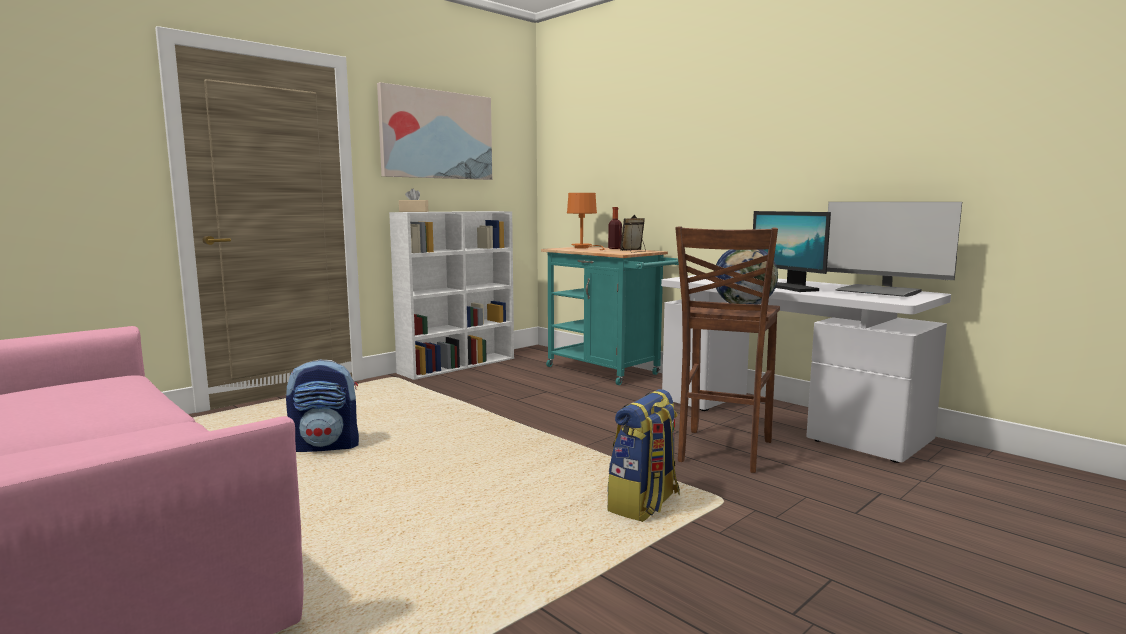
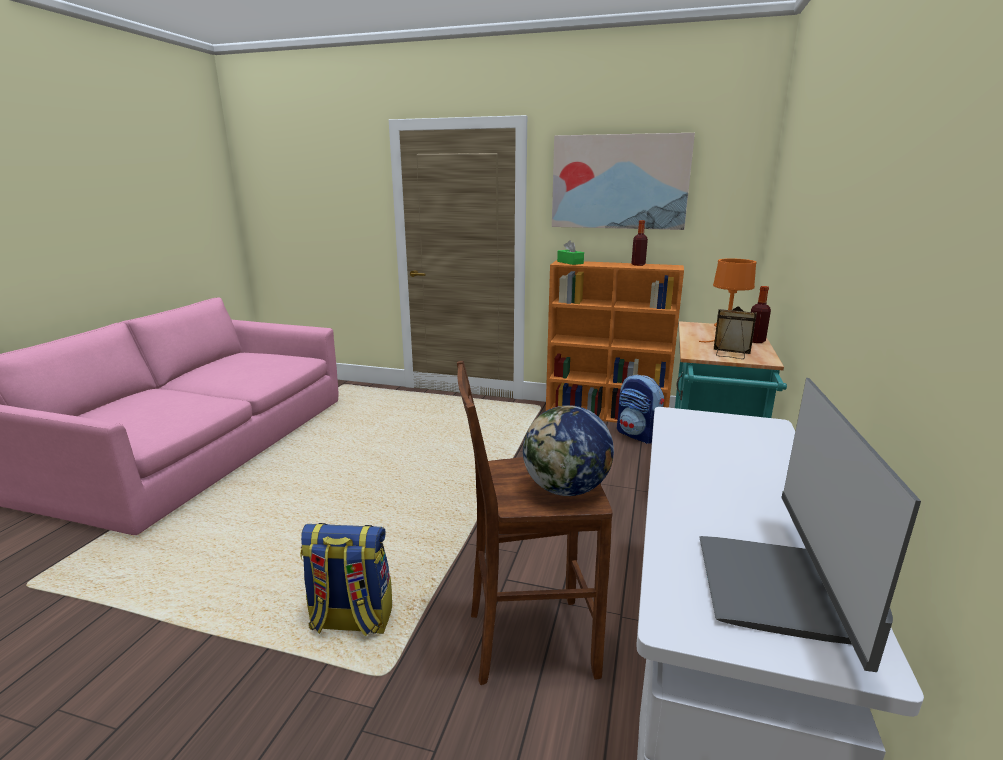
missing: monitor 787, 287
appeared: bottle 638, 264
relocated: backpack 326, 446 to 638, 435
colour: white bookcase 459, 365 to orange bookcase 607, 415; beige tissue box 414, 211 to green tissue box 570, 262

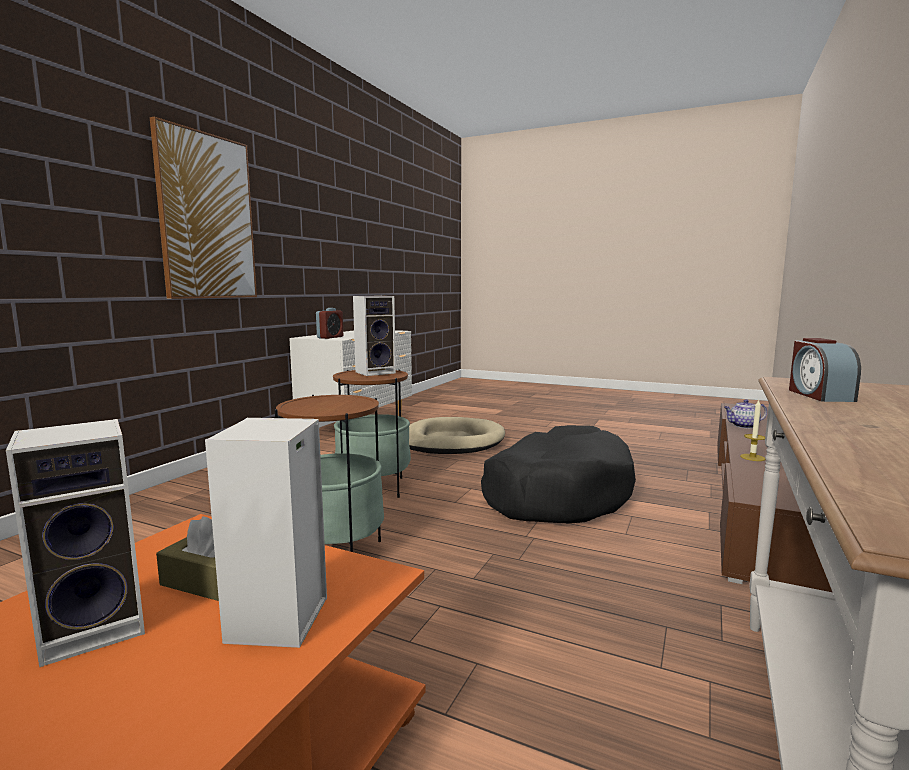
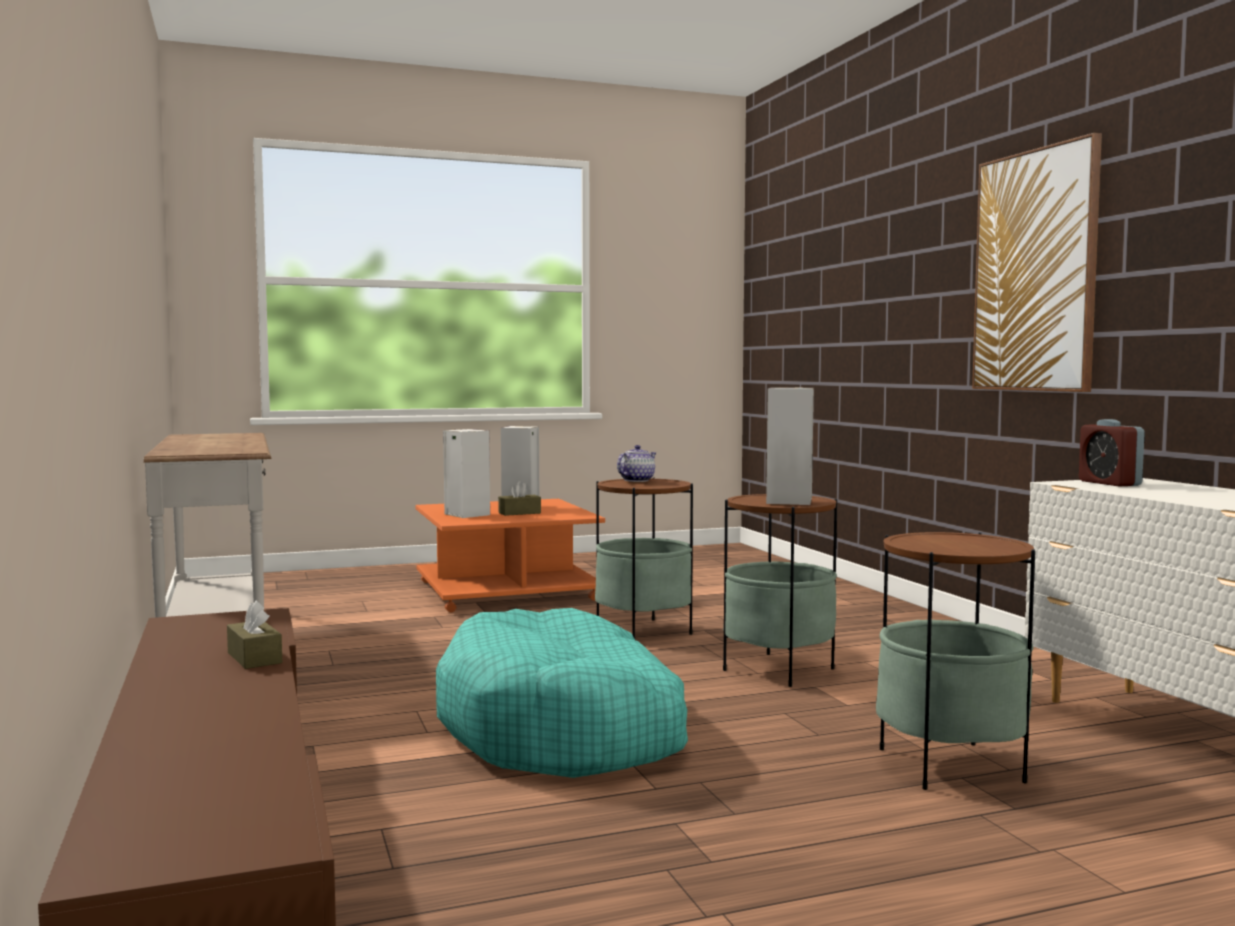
missing: alarm clock 818, 395
relocated: teapot 743, 426 to 637, 480
exchanged: beige dog bed 450, 441 to side table 950, 765; candle 752, 457 to brown tissue box 254, 658
colour: black dog bed 556, 494 to turquoise dog bed 564, 729

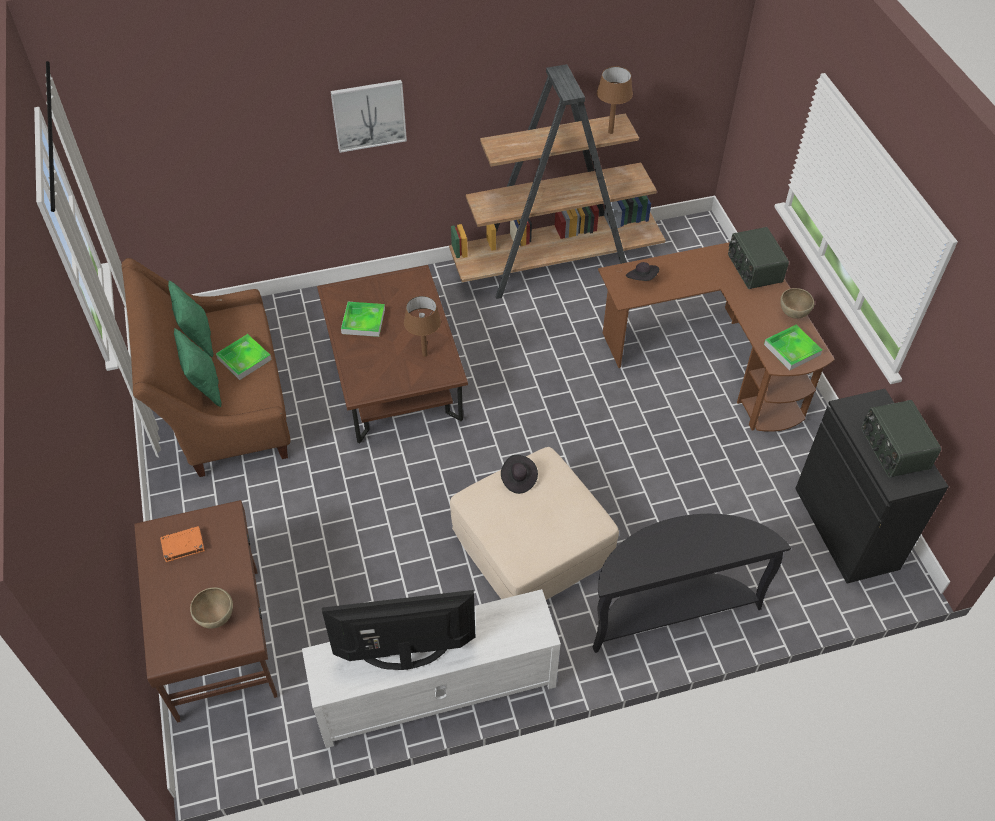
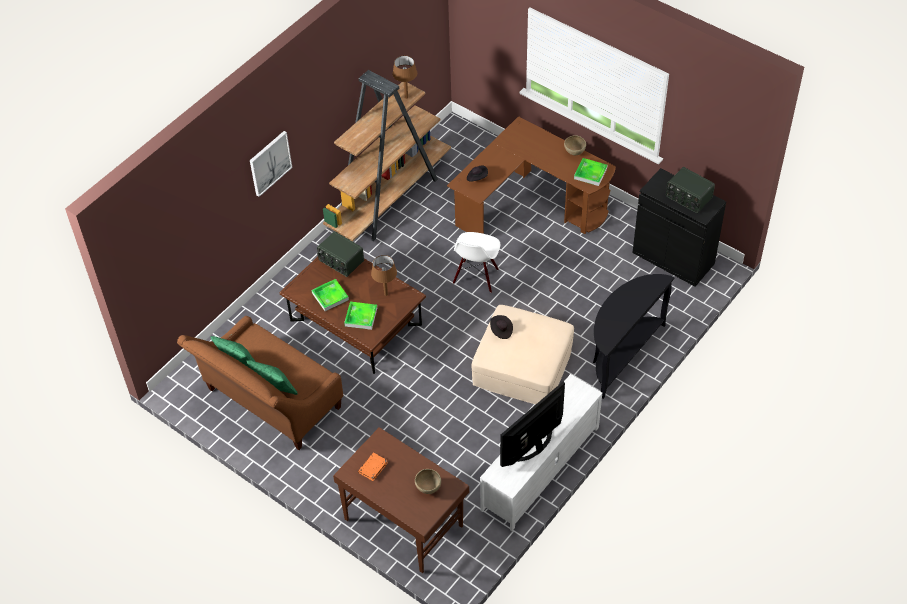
appeared: white chair 476, 277
relocated: tray 244, 359 to 361, 317; radio 753, 269 to 341, 261

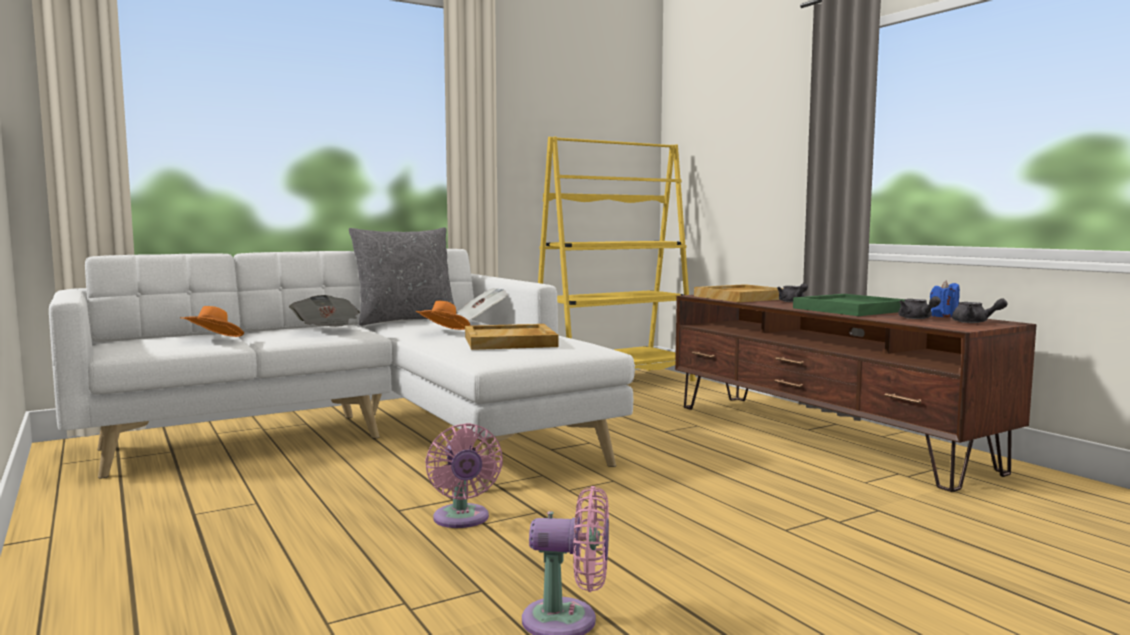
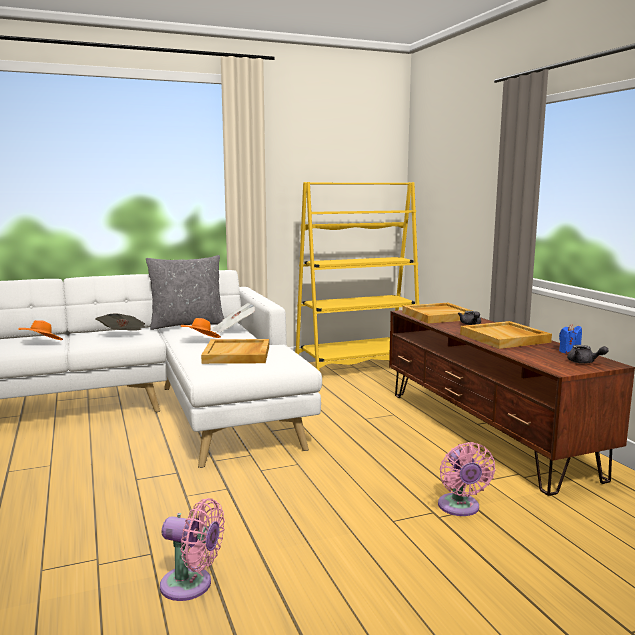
missing: grey teapot 917, 318
relocated: pink fan 462, 520 to 460, 508
colour: green tray 851, 309 to beige tray 505, 338

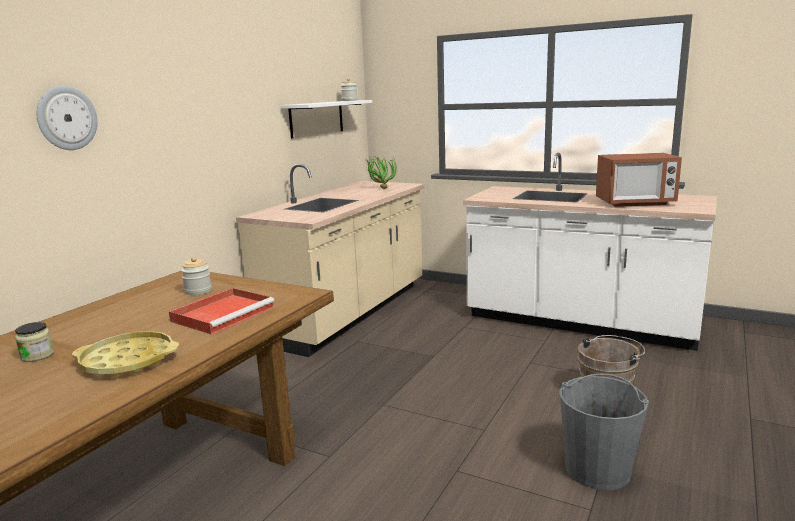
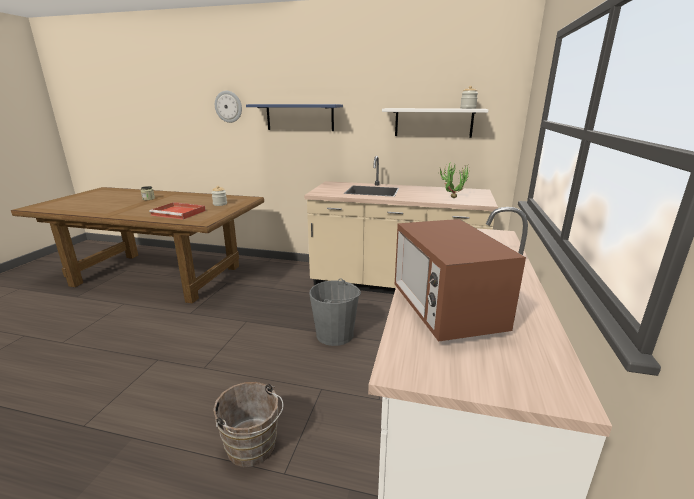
missing: yellow tray 128, 361
appeared: blue shelf 300, 117
relocated: grey bucket 598, 469 to 335, 334

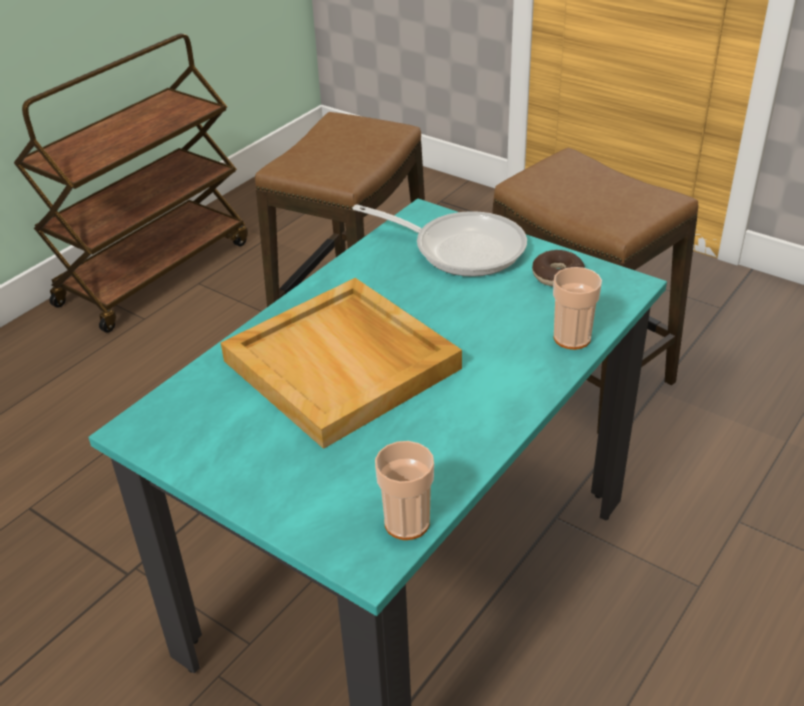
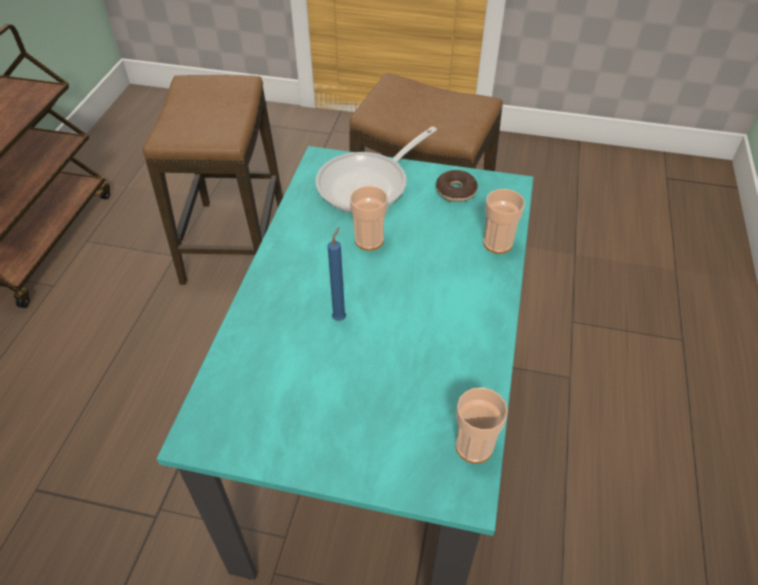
appeared: cup 369, 240
exchanged: beige tray 344, 365 to blue candle 340, 317
spun: frying pan 460, 248 = 369, 184 135 degrees clockwise

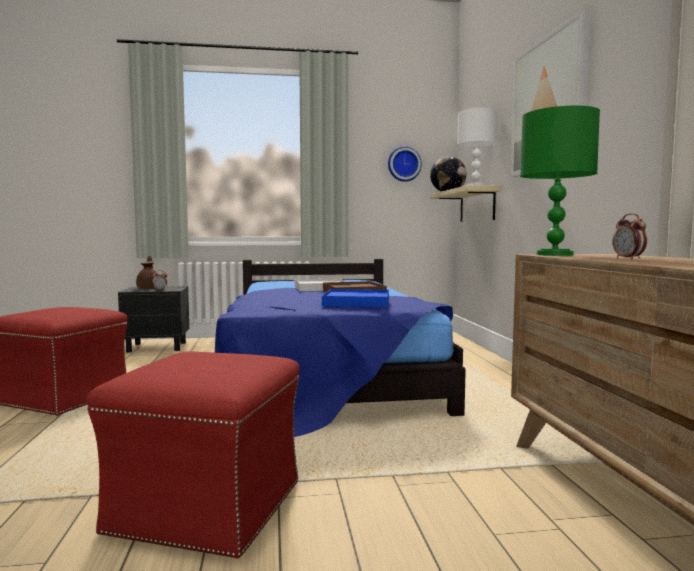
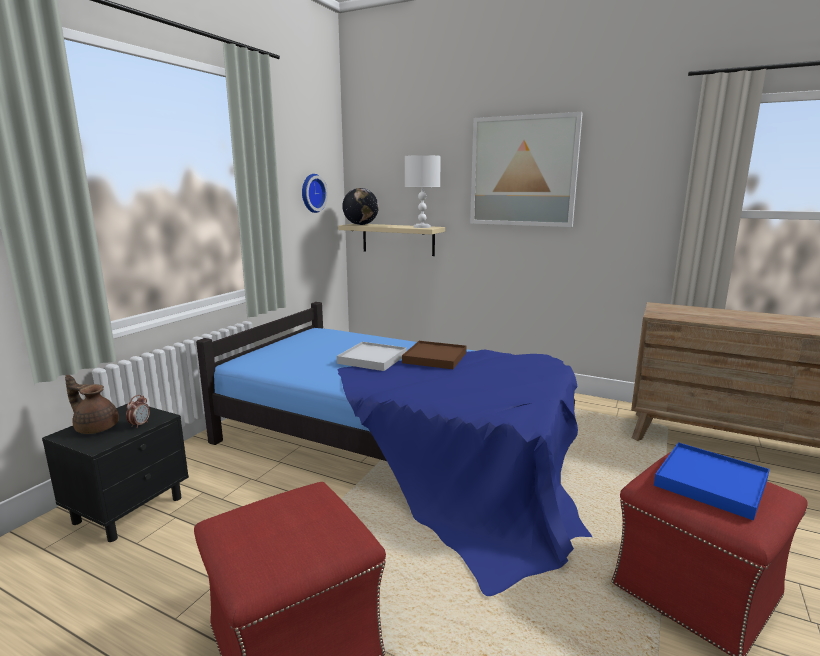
missing: green table lamp 554, 255; alarm clock 628, 259
relocated: blue tray 356, 302 to 710, 483

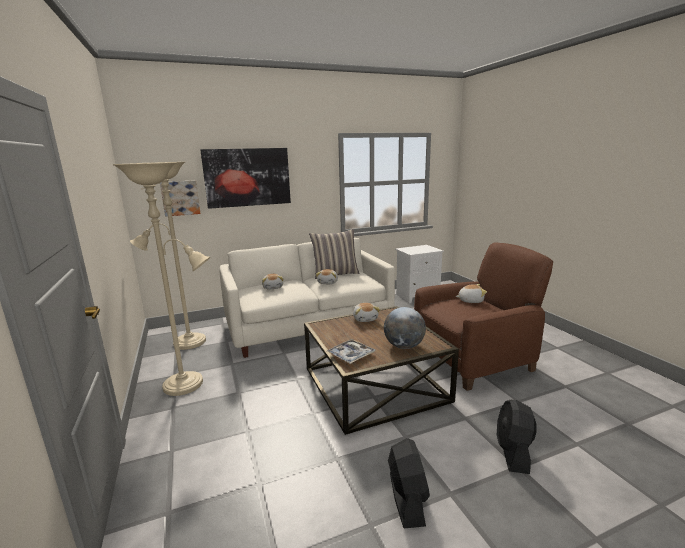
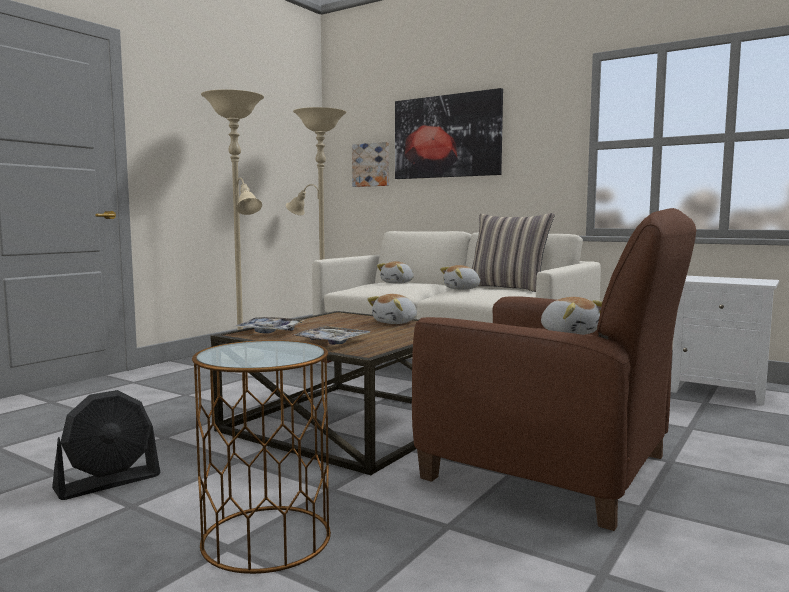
exchanged: globe 404, 346 to tray 332, 342; black fan 513, 452 to brown side table 266, 538

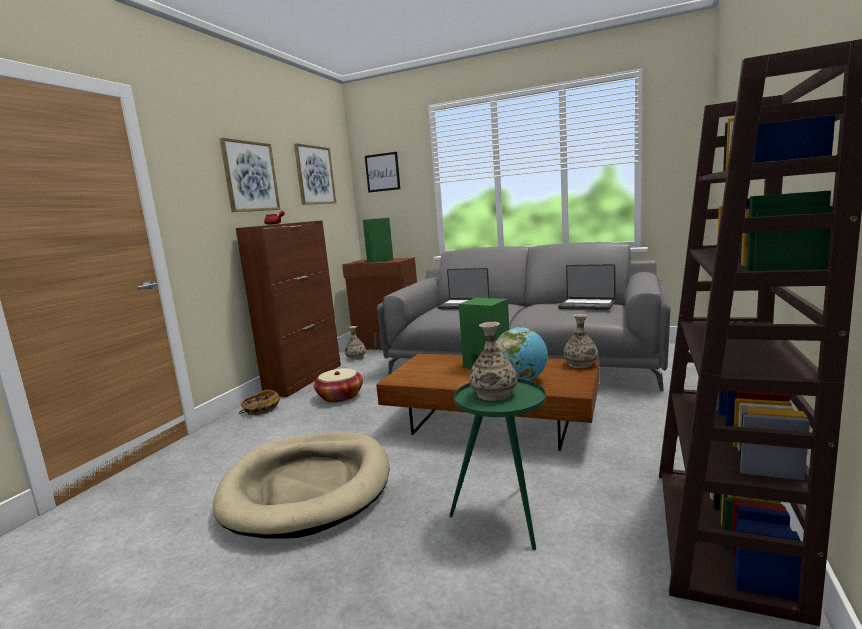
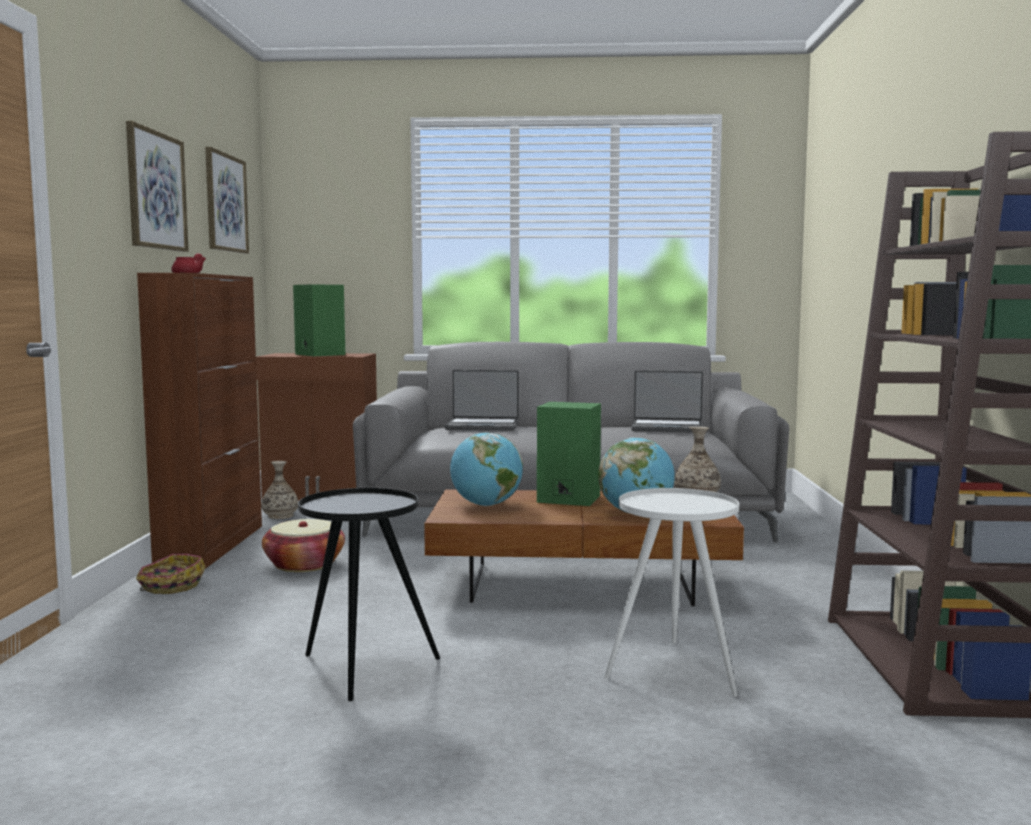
missing: picture 382, 172; vase 493, 394
appeared: globe 486, 505
exchanged: beige dog bed 307, 487 to black side table 363, 668
colour: green side table 506, 513 to white side table 674, 668

